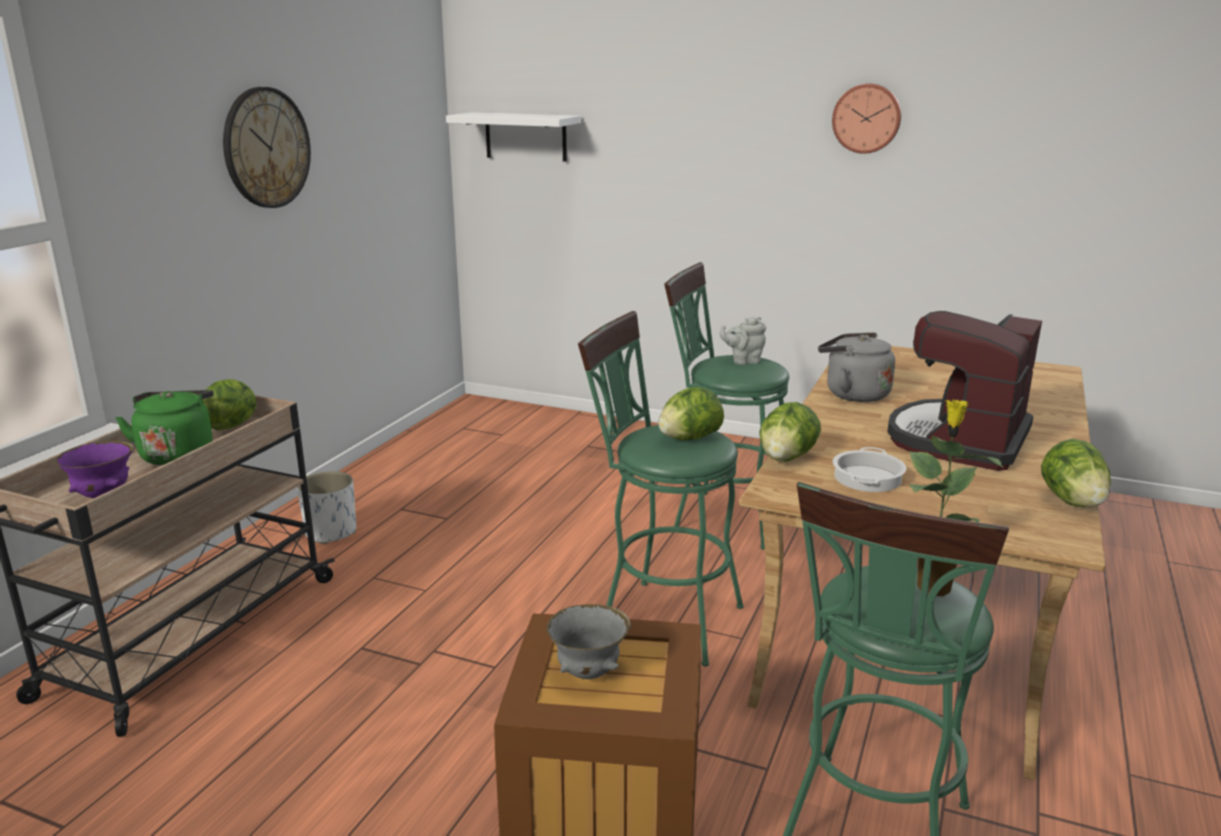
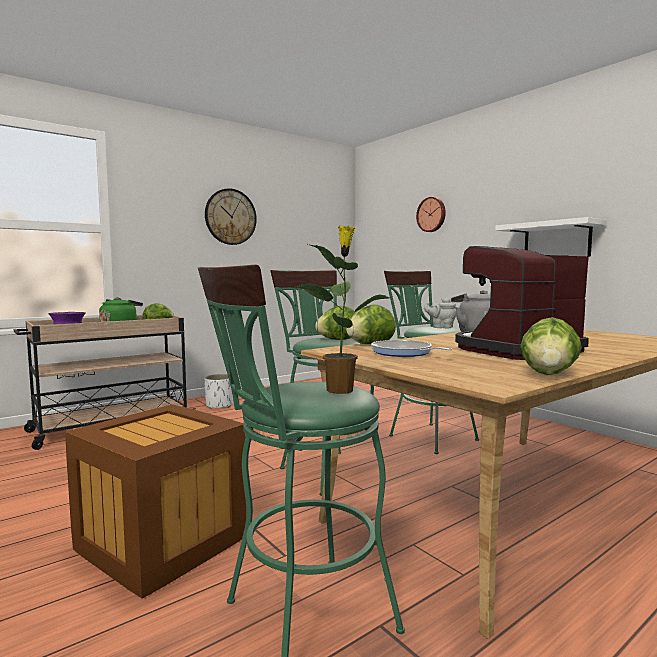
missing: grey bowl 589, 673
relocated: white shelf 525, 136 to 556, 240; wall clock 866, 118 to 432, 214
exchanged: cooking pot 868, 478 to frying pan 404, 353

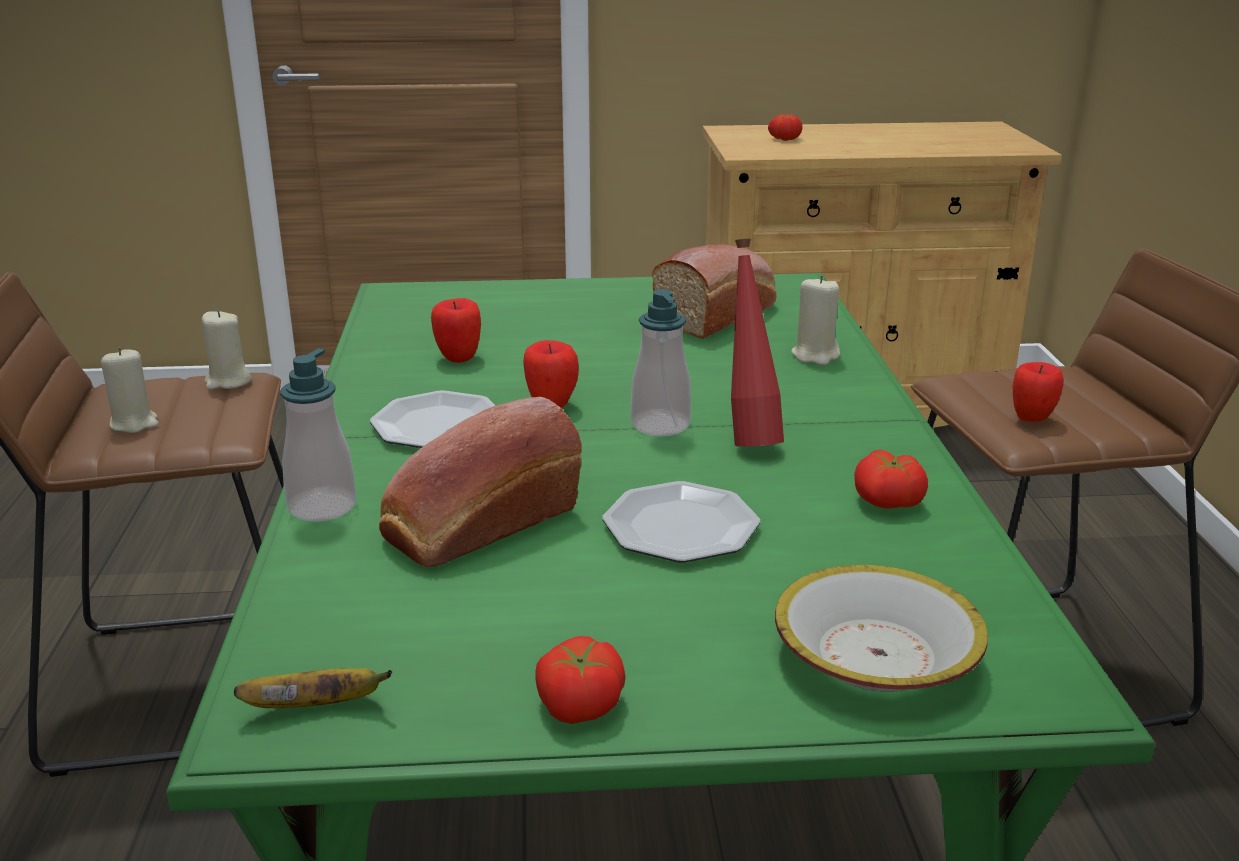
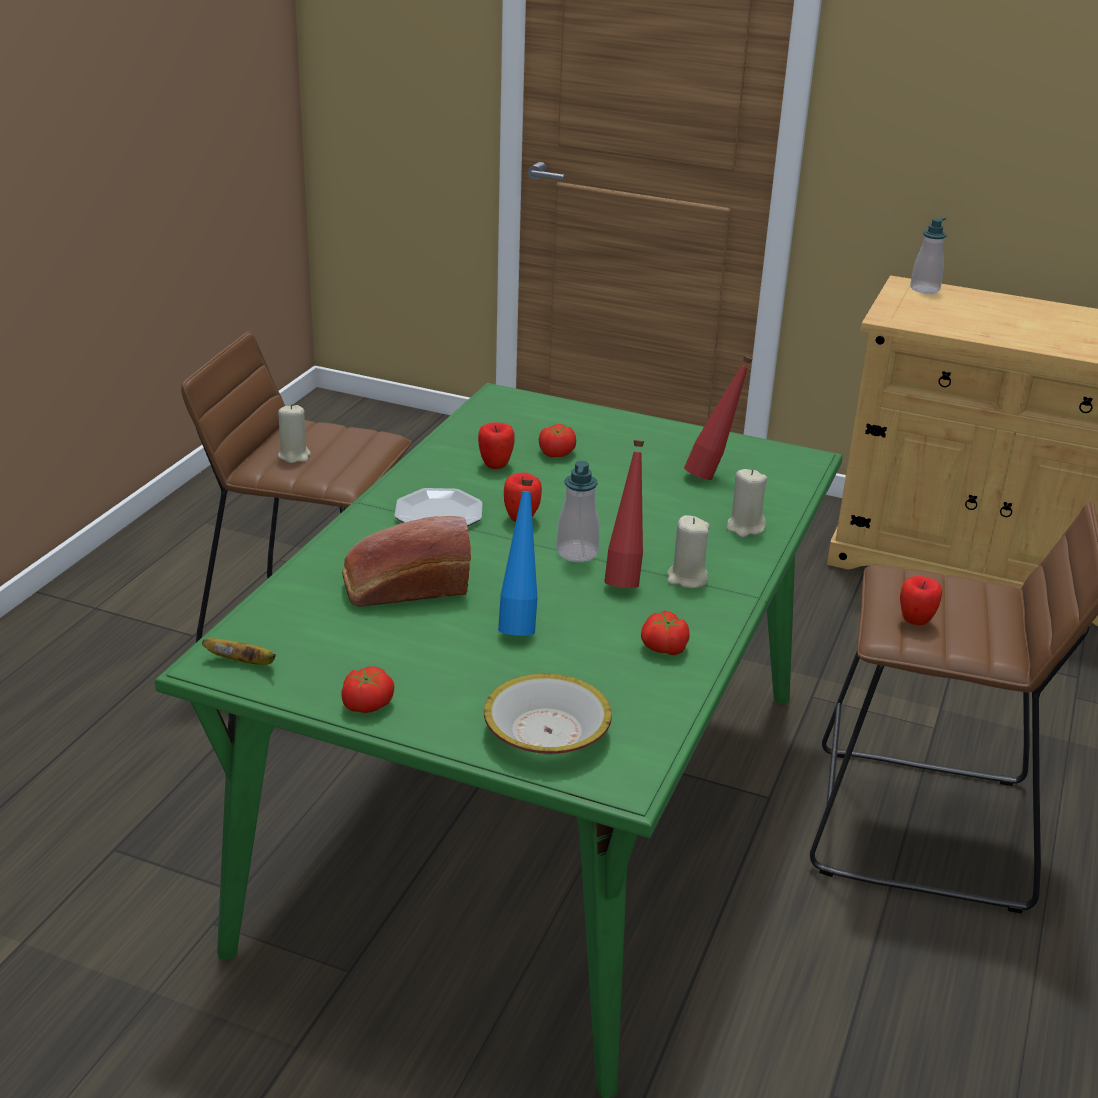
relocated: beige candle 228, 381 to 687, 578; soap dispenser 322, 507 to 924, 289; tomato 784, 139 to 555, 453
exchanged: plate 681, 526 to blue bottle 519, 624; bread 719, 315 to red bottle 712, 474

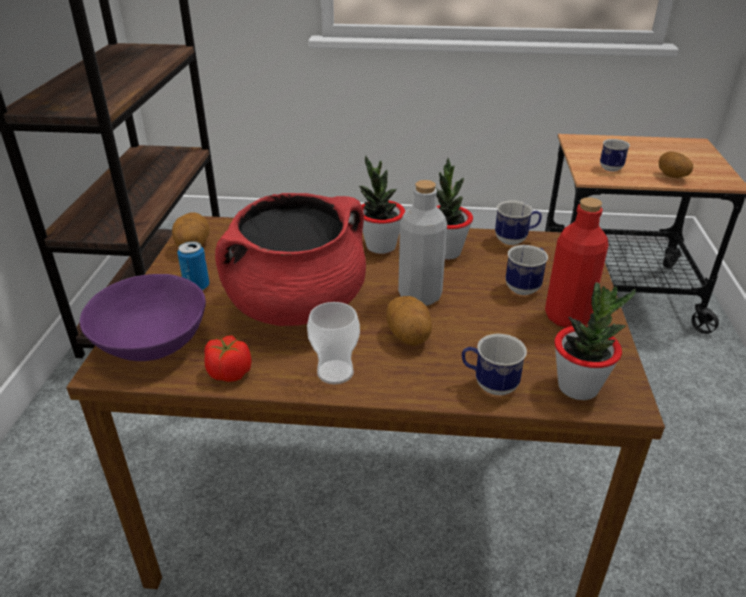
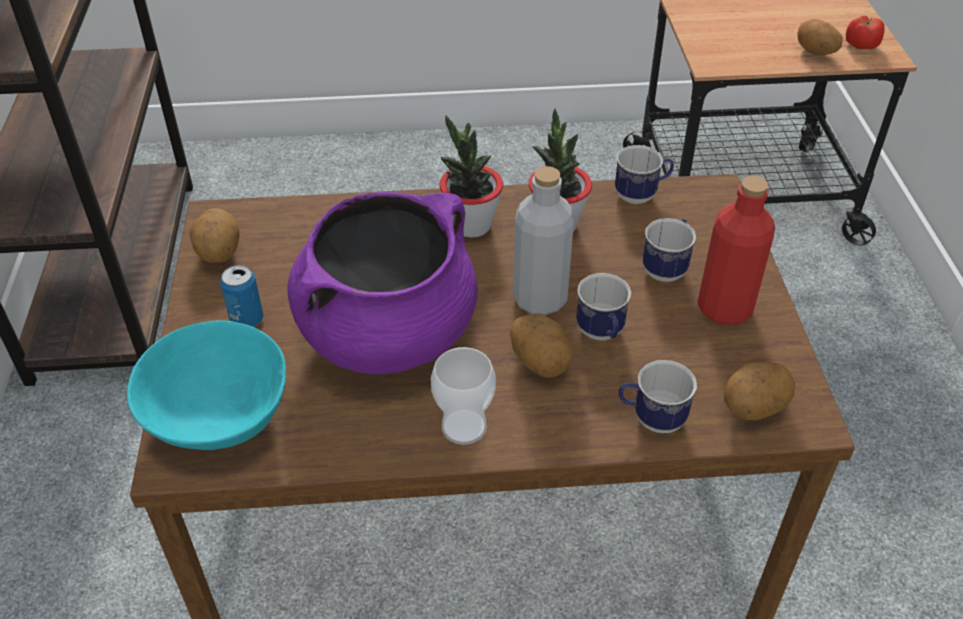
relocated: tomato 229, 372 to 861, 45; mug 612, 170 to 602, 335
exchanged: potted plant 578, 387 to potato 753, 408
colour: purple bowl 151, 342 to turquoise bowl 216, 414; red cooking pot 297, 305 to purple cooking pot 388, 333

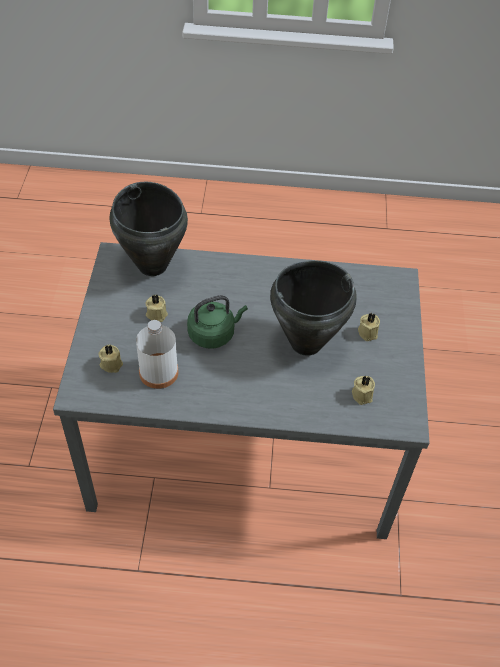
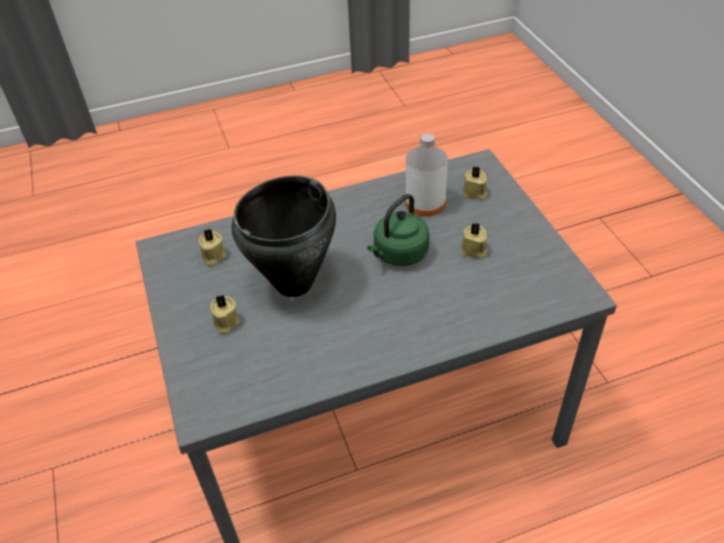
missing: black cooking pot 153, 265

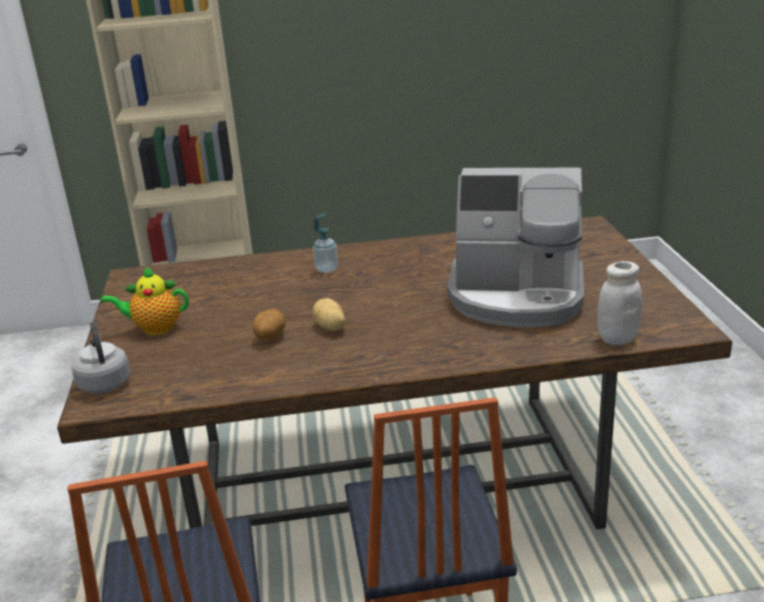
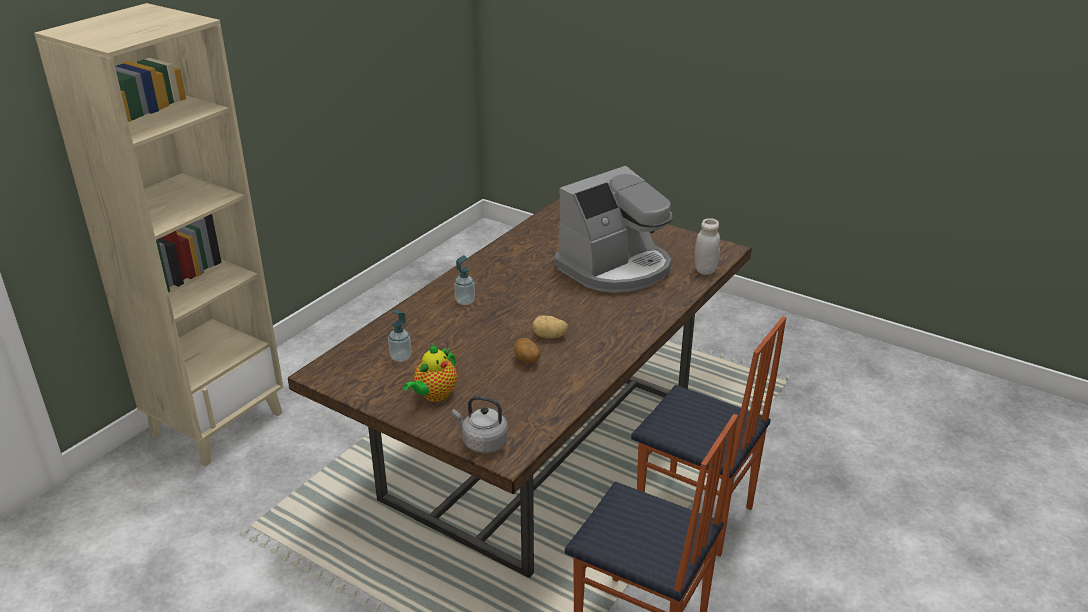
appeared: soap dispenser 400, 357

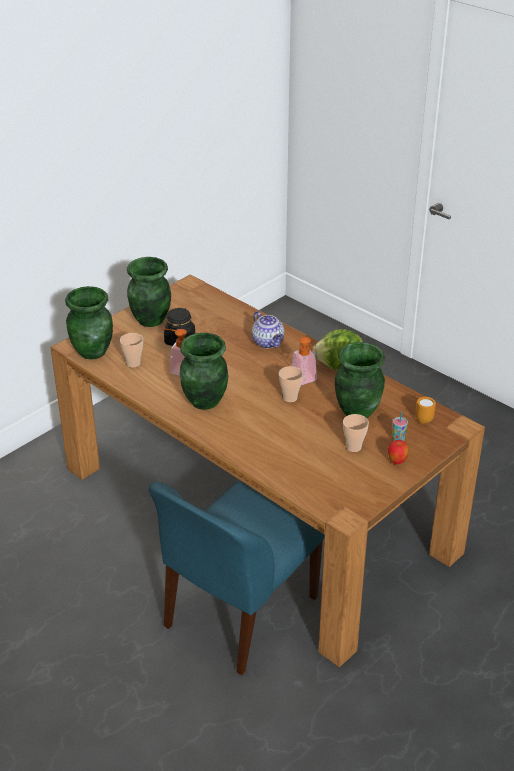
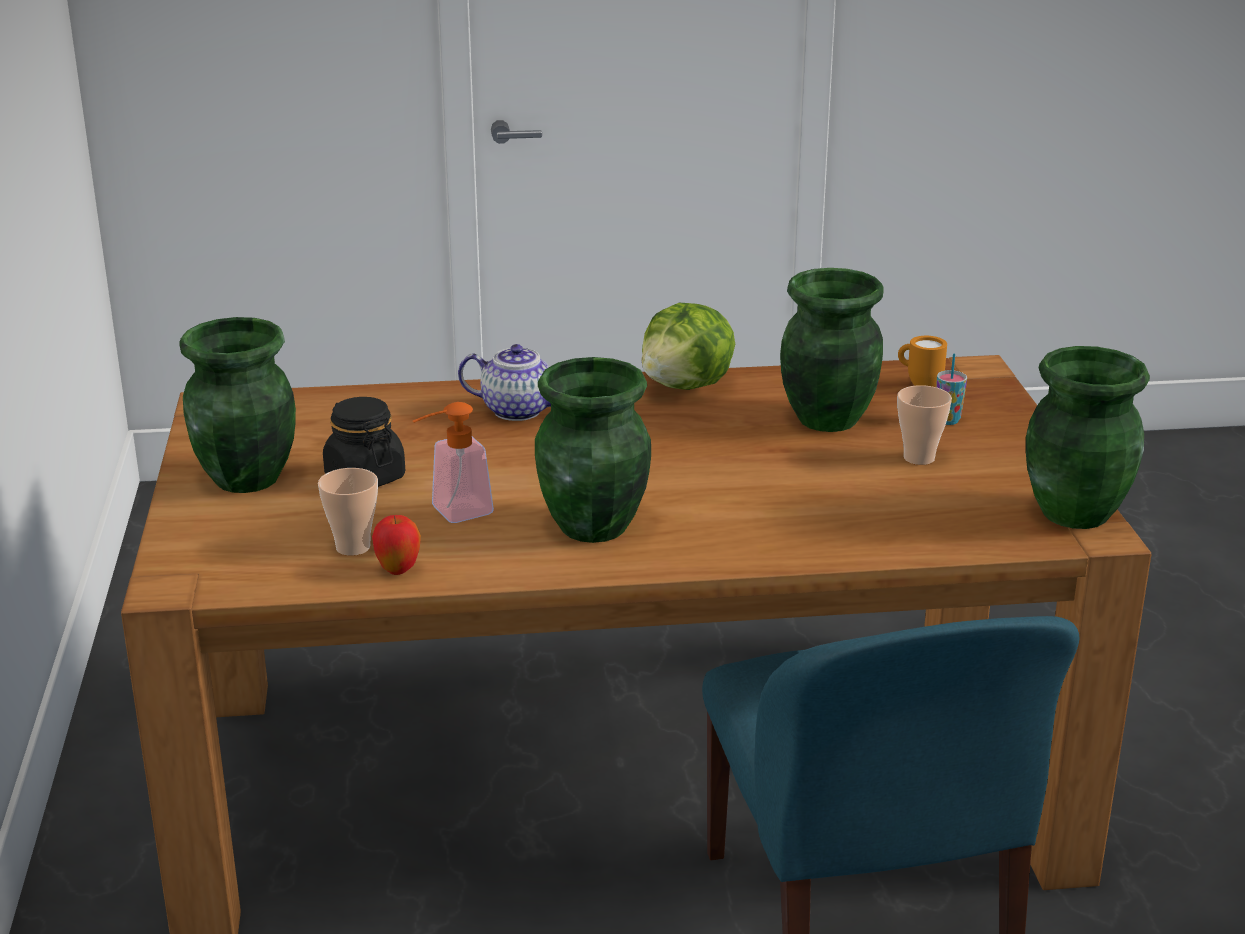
missing: cup 290, 398; soap dispenser 306, 381
relocated: green vase 93, 351 to 1075, 512; apple 396, 462 to 398, 570

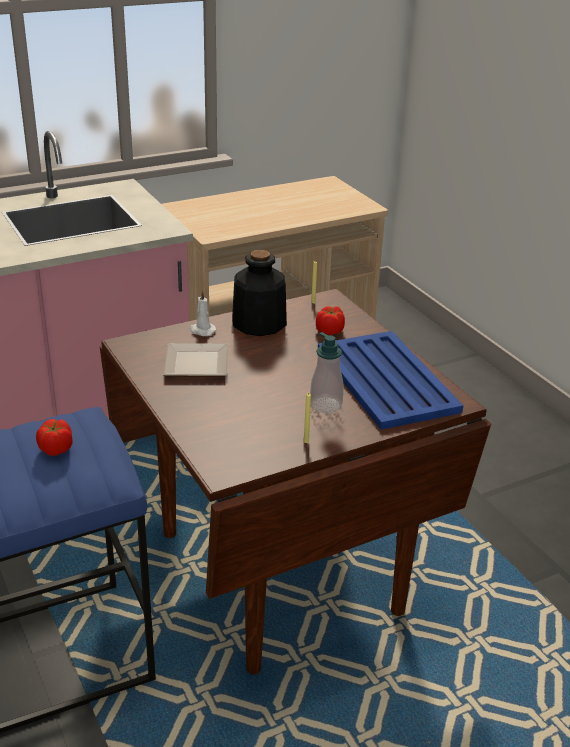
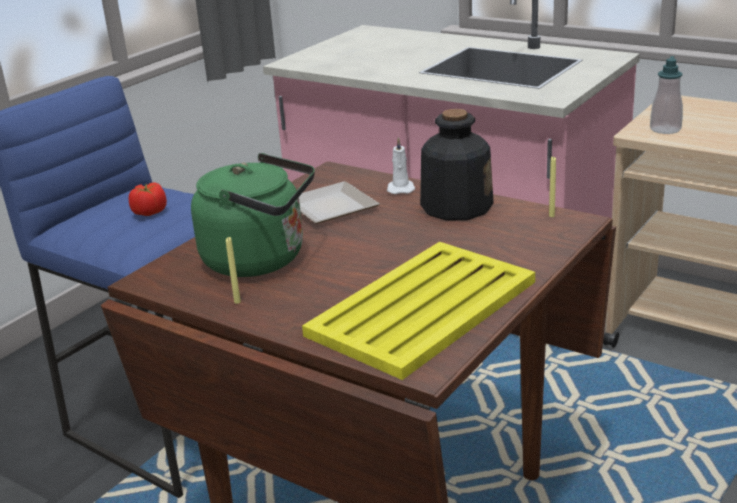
missing: tomato 330, 331
appeared: green kettle 261, 259
relocated: soap dispenser 325, 404 to 665, 129
colour: blue tray 386, 379 to yellow tray 425, 307

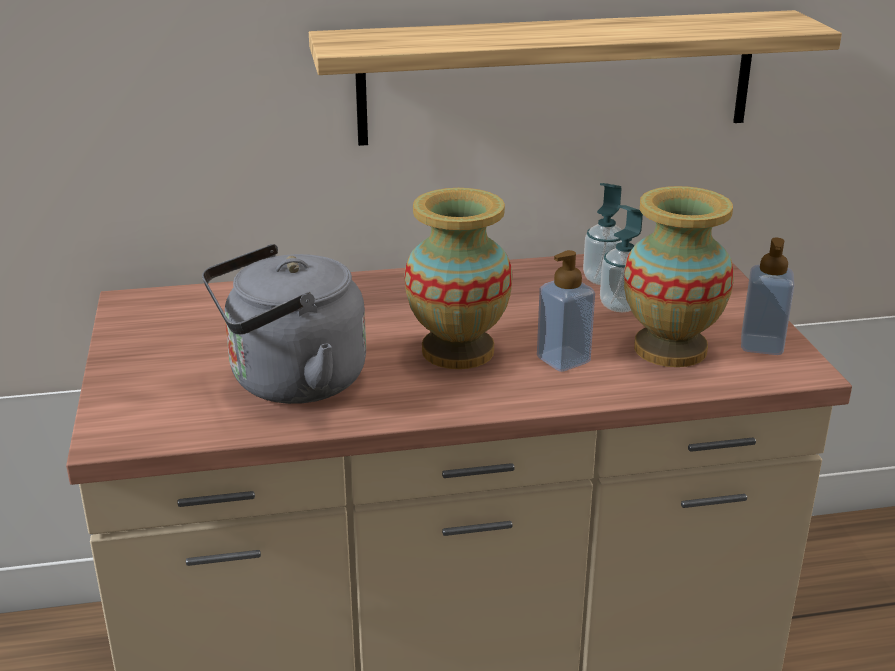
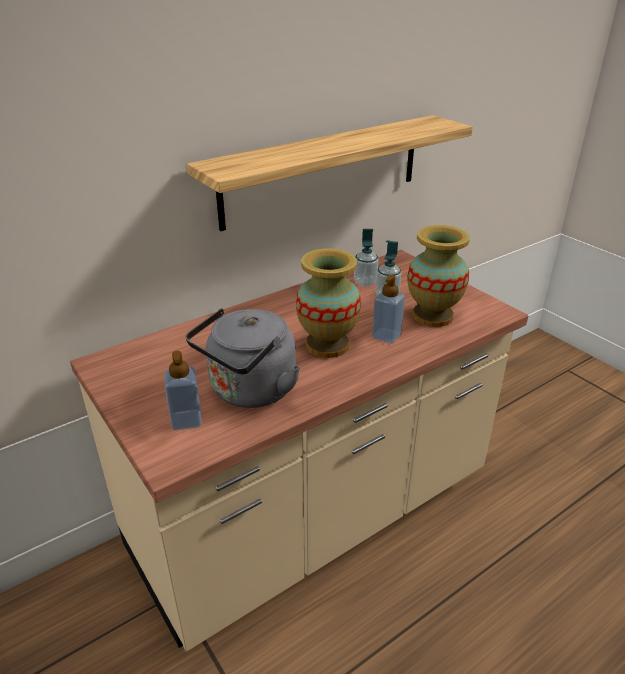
relocated: soap dispenser 761, 345 to 186, 420

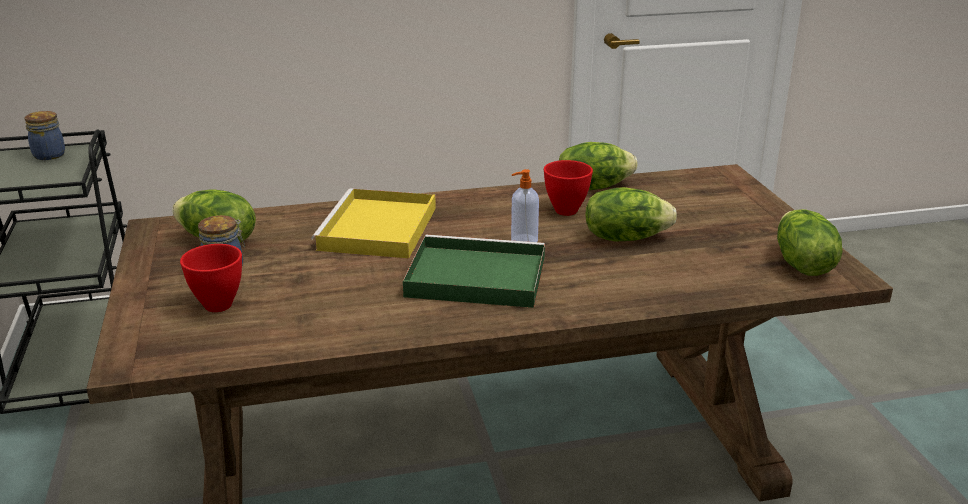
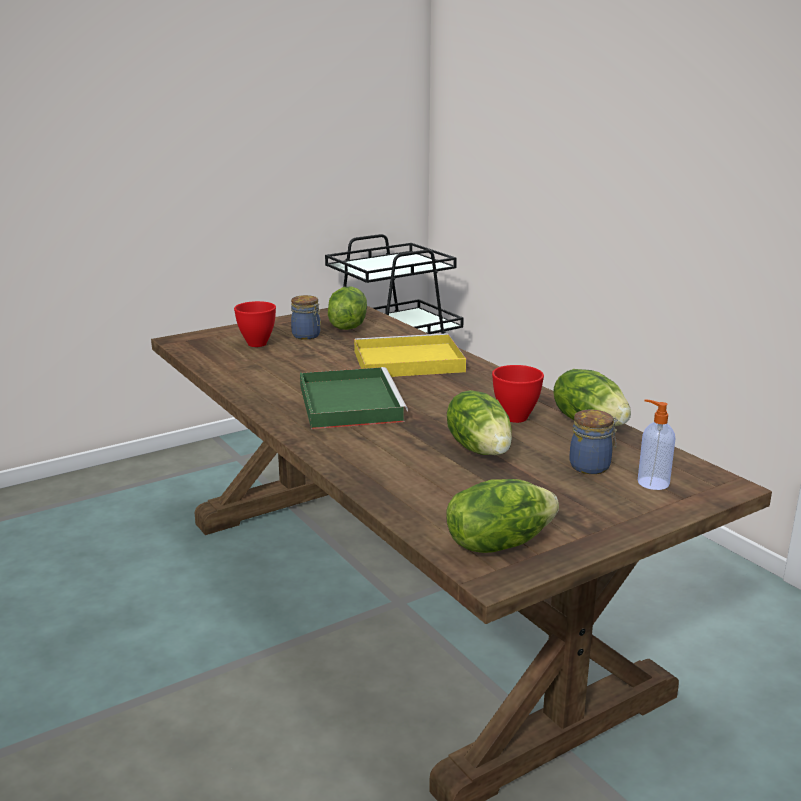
relocated: jar 50, 154 to 591, 466; soap dispenser 523, 240 to 652, 482

